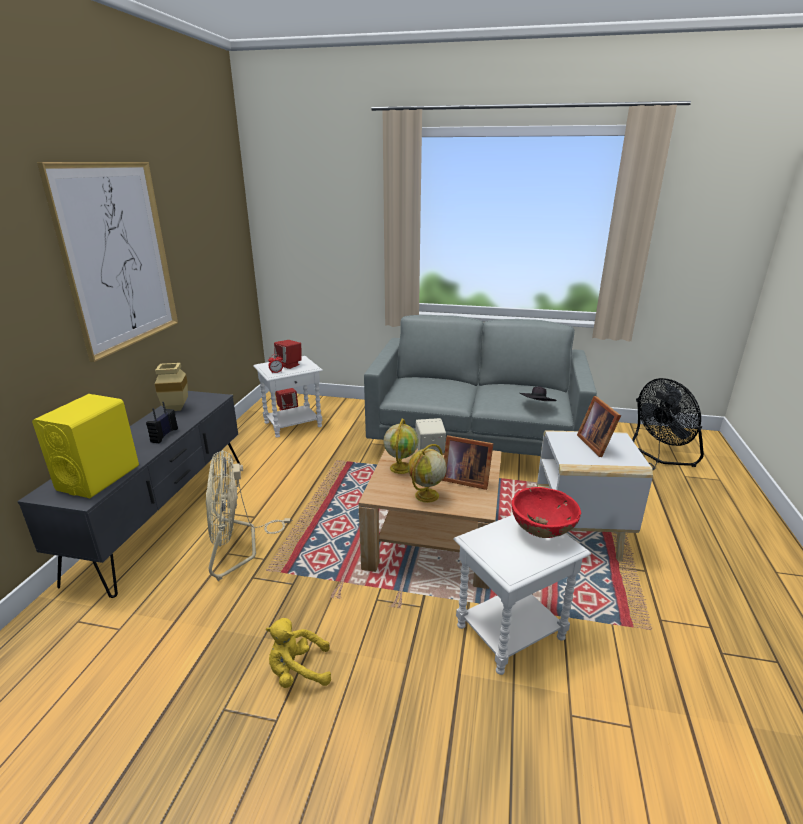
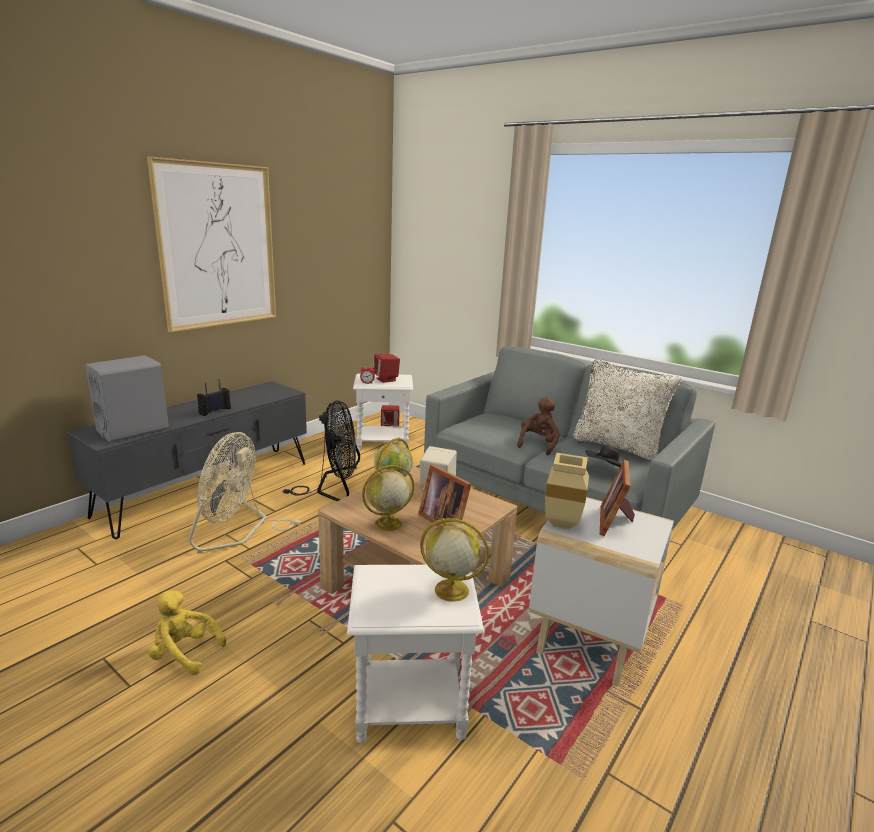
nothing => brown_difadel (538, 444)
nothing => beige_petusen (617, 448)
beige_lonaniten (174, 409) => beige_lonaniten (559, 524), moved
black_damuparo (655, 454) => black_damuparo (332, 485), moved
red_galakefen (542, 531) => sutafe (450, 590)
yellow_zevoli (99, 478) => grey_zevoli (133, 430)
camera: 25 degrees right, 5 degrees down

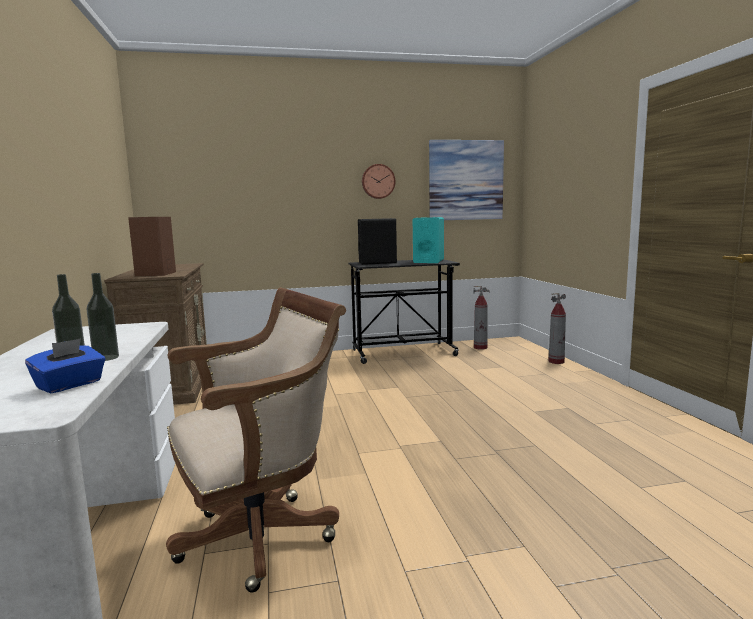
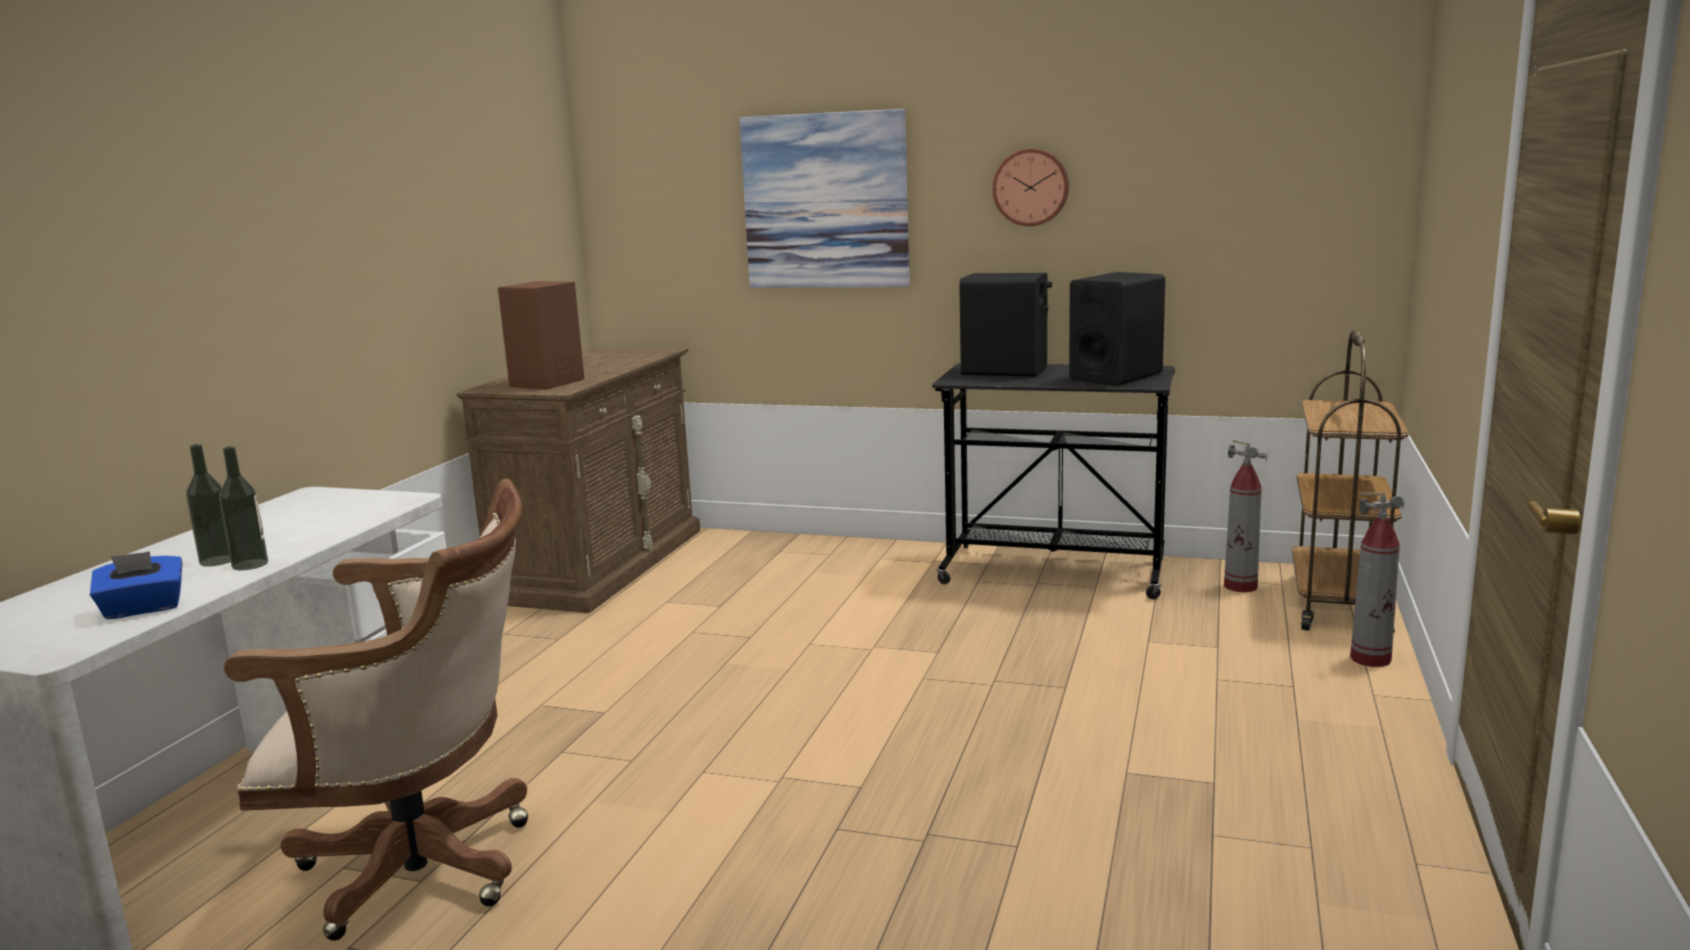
nothing => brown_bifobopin (1339, 603)
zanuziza (466, 180) => zanuziza (825, 201), moved
turquoise_zevoli (428, 261) => black_zevoli (1116, 376)
camera: 30 degrees right, 5 degrees up

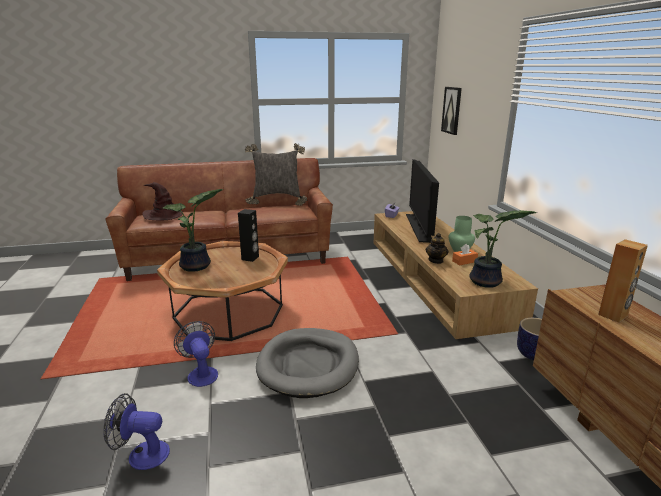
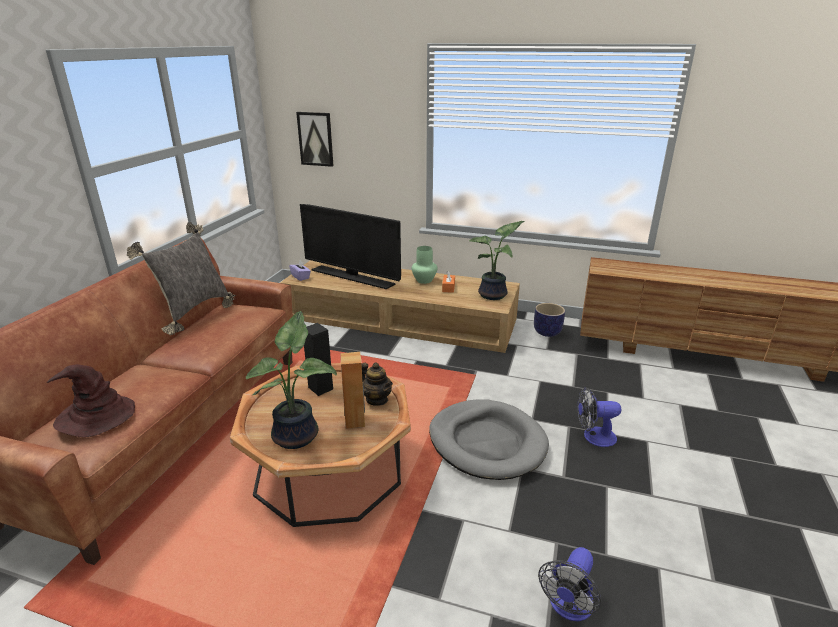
damuparo (201, 373) => damuparo (593, 437), moved
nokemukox (436, 260) => nokemukox (377, 399), moved
brown_zevoli (613, 315) => brown_zevoli (355, 421), moved
camera: 60 degrees left, 5 degrees up

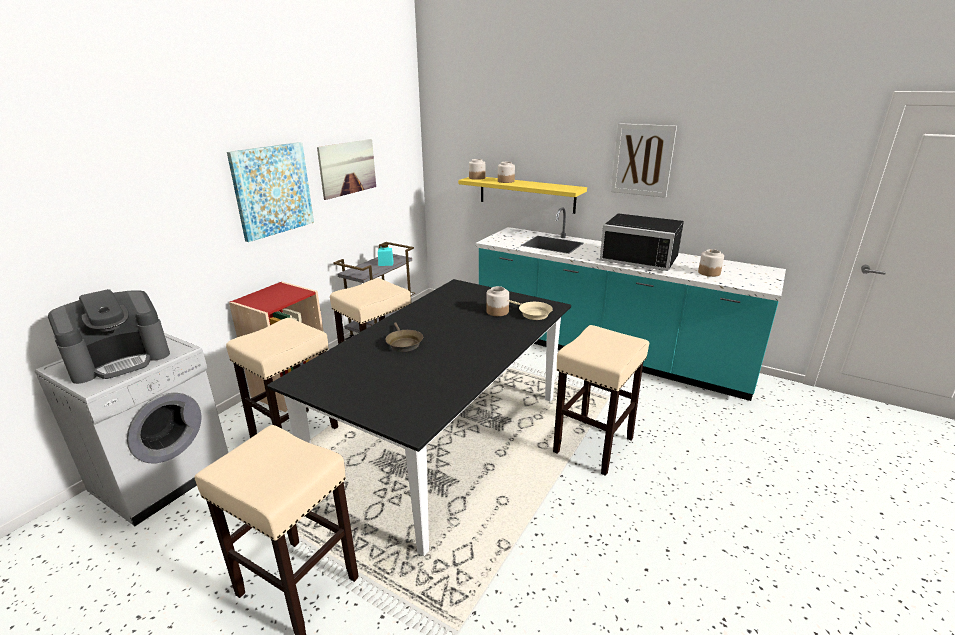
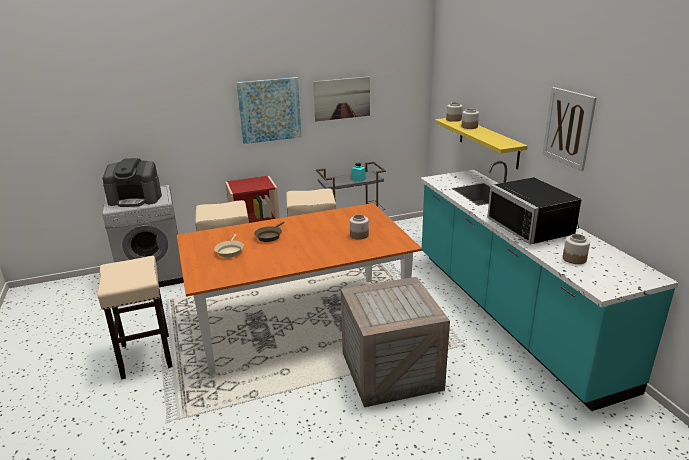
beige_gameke (532, 313) => beige_gameke (230, 251), moved
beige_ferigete (593, 446) => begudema (390, 372)
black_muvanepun (445, 441) => orange_muvanepun (300, 322)
camera: 40 degrees right, 0 degrees up

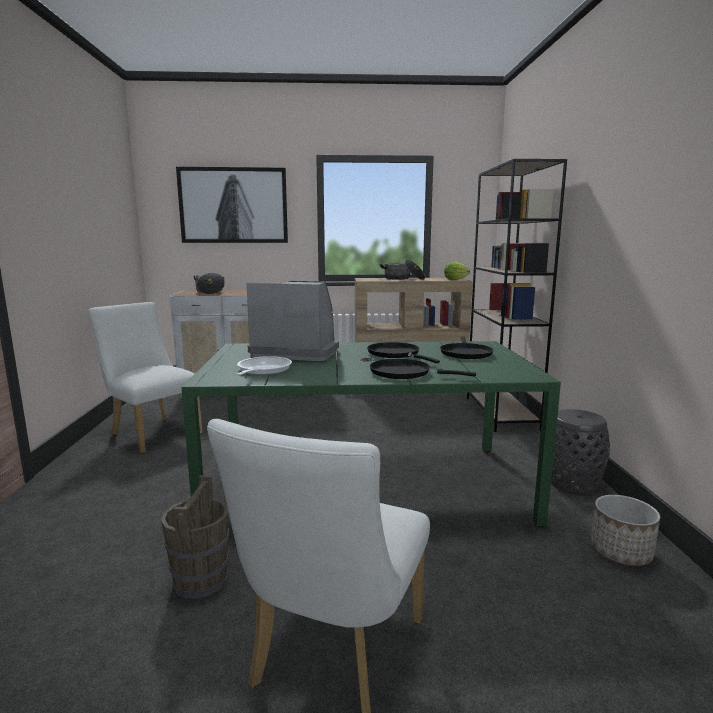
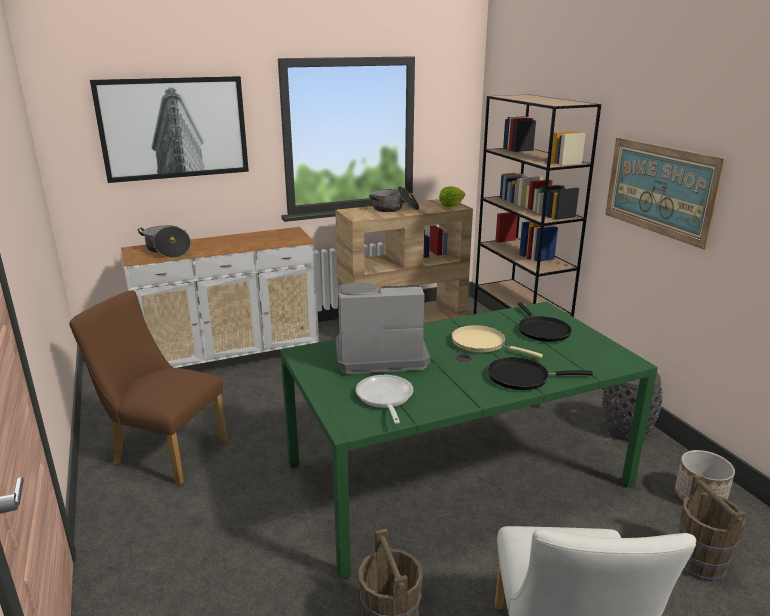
nothing => zanuziza (660, 189)
nothing => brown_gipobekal (700, 563)
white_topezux (152, 432) => brown_topezux (164, 451)
black_gameke (396, 354) => beige_gameke (482, 343)
camera: 20 degrees left, 10 degrees up

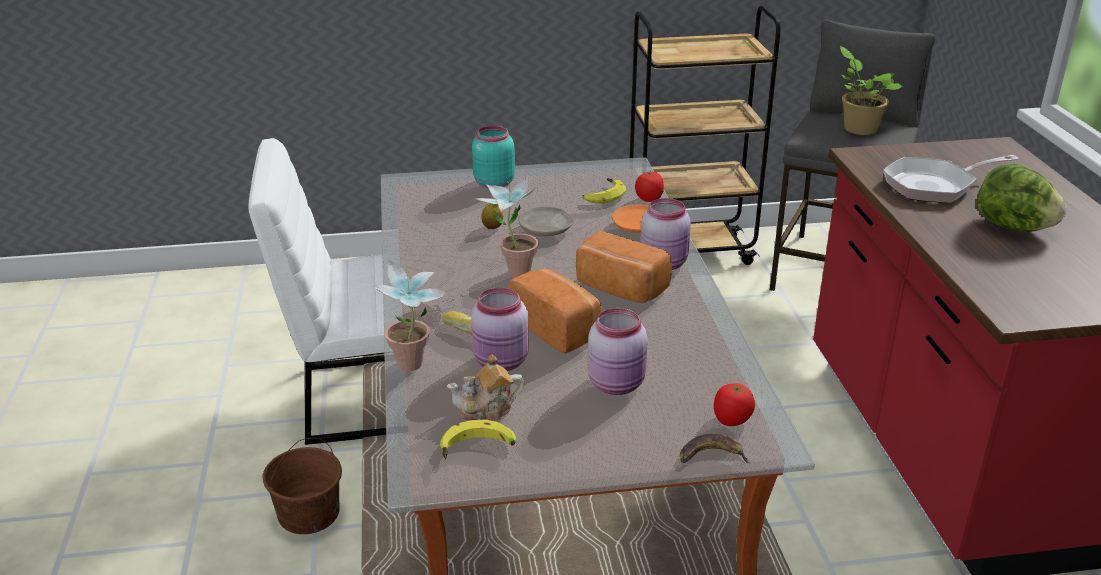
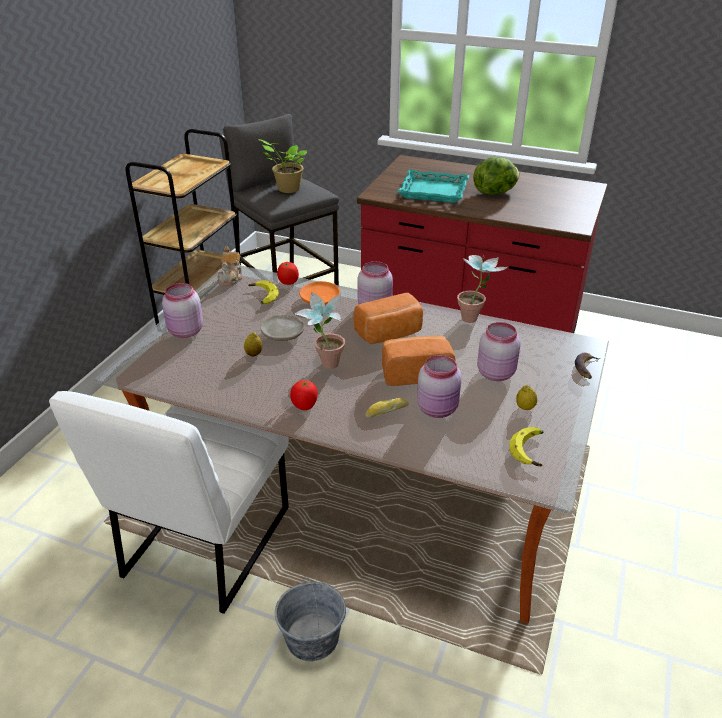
nothing => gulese (525, 407)
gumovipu (415, 368) => gumovipu (475, 318), moved
nokemukox (486, 409) => nokemukox (231, 278), moved
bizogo (731, 420) => bizogo (304, 405), moved
gameke (934, 186) => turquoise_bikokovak (433, 191)
brown_gipobekal (309, 513) => grey_gipobekal (312, 637)
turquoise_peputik (493, 183) => pink_peputik (185, 332)
camera: 60 degrees left, 5 degrees up

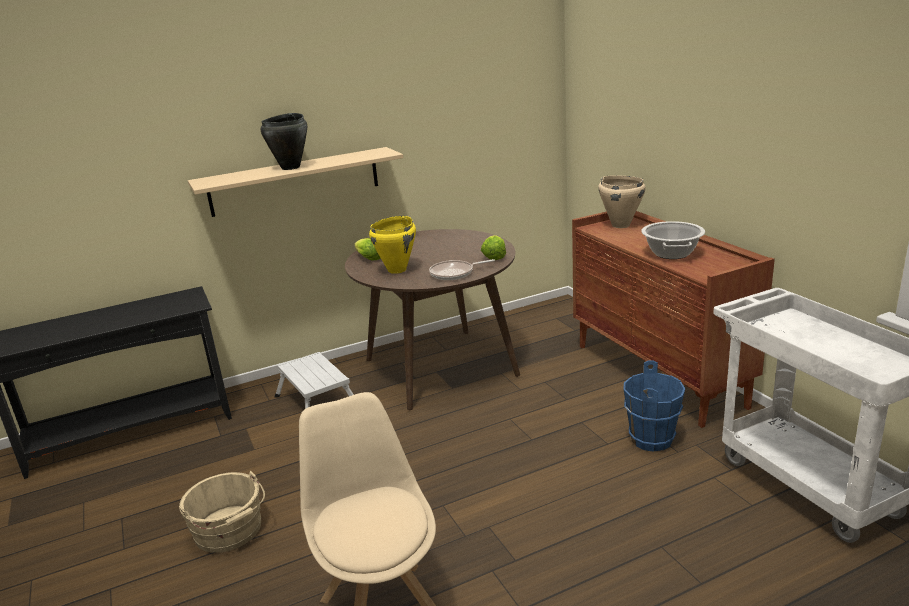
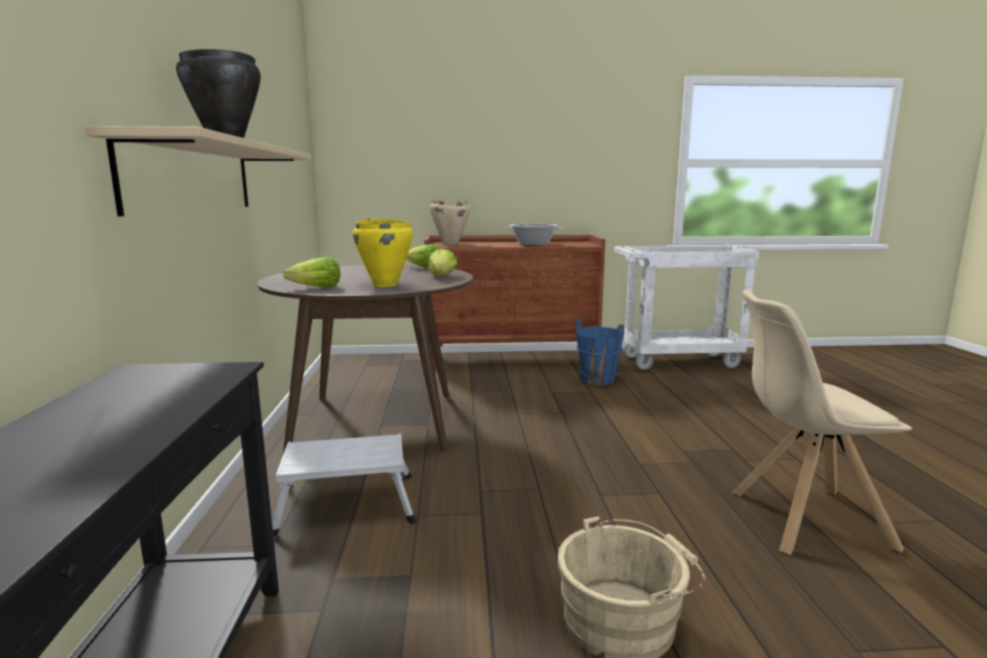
gameke (454, 273) => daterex (442, 276)
camera: 70 degrees left, 10 degrees down

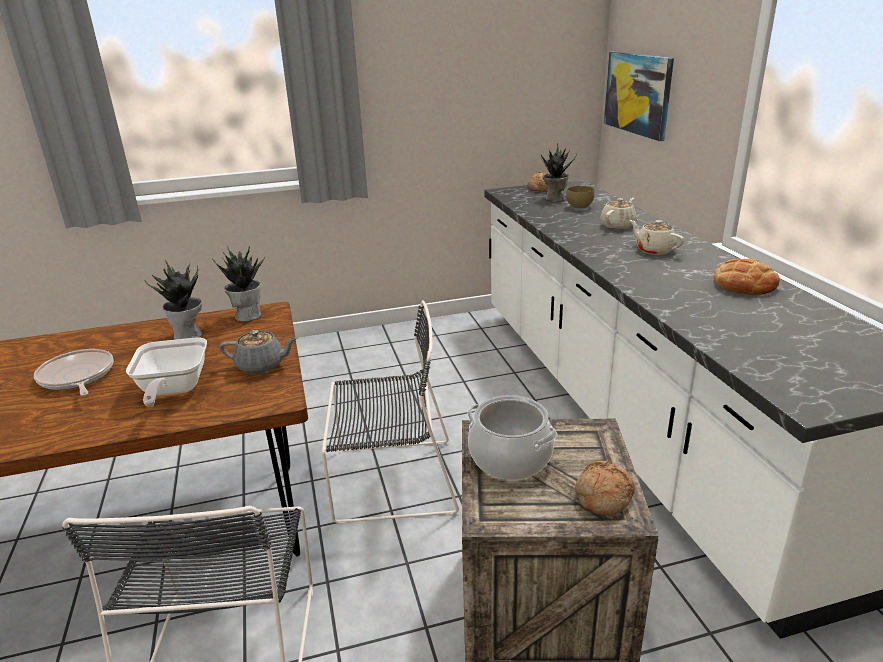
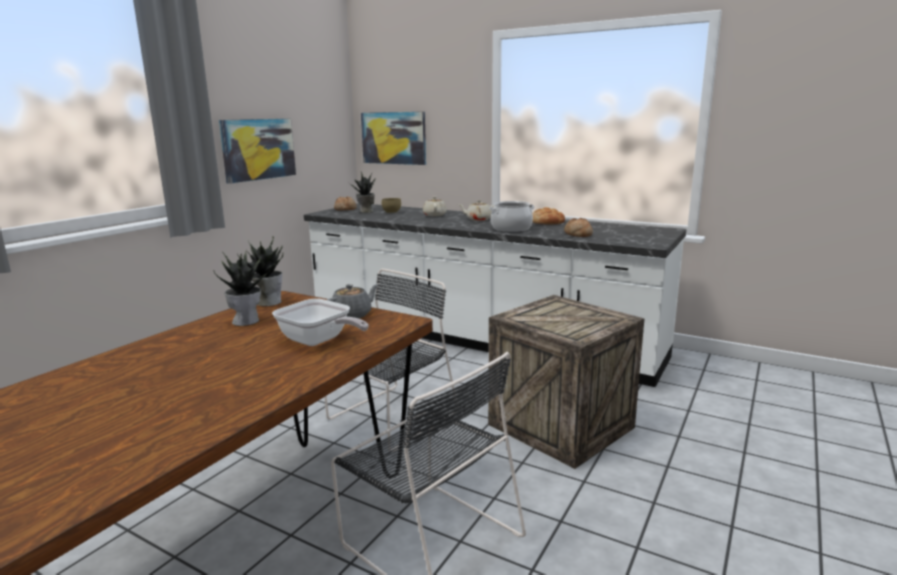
gameke (77, 377) => nothing
nothing => zanuziza (258, 149)
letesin (510, 458) => letesin (511, 229), moved
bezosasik (602, 496) => bezosasik (577, 234), moved
camera: 45 degrees left, 10 degrees down

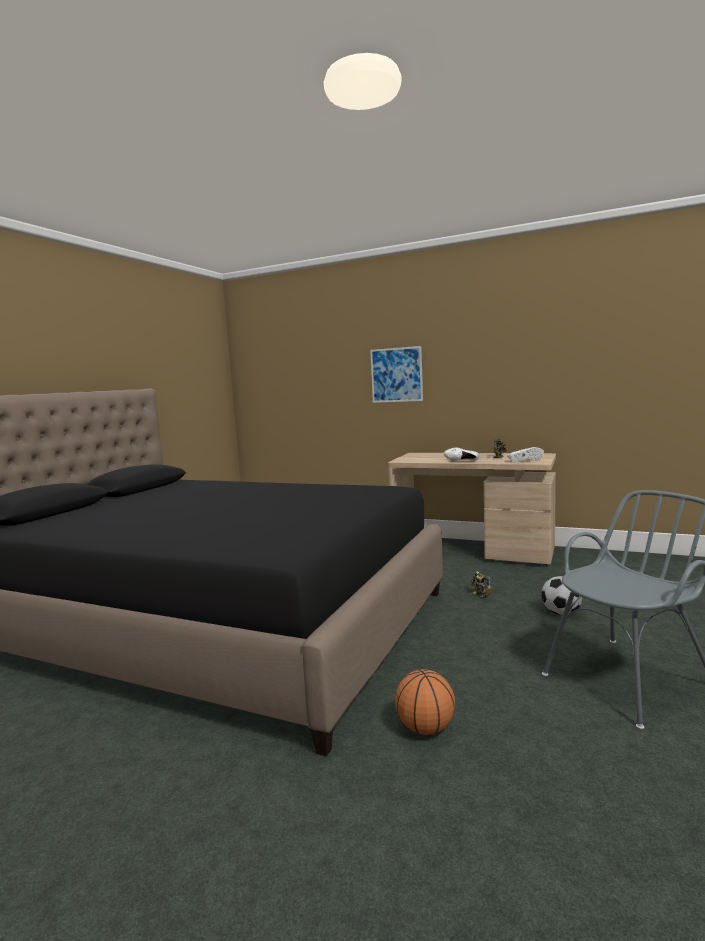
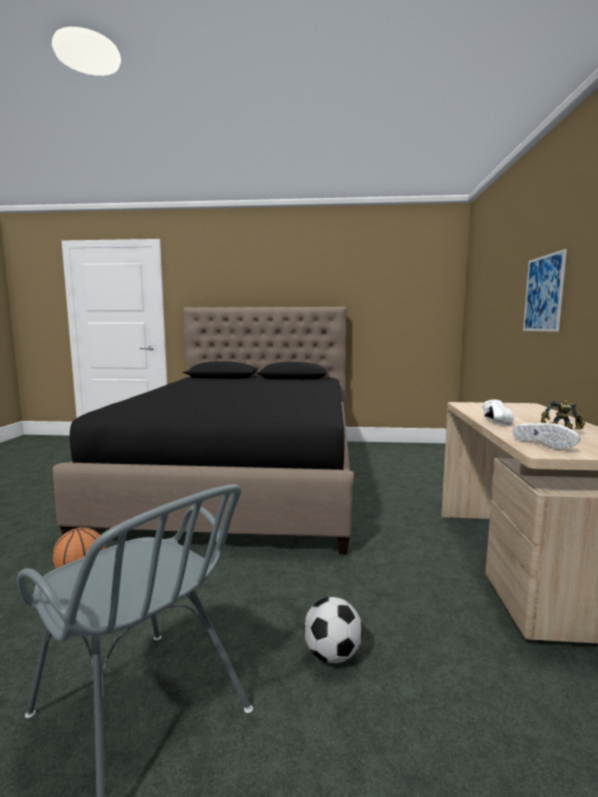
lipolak (480, 595) => nothing
camera: 70 degrees right, 0 degrees up

